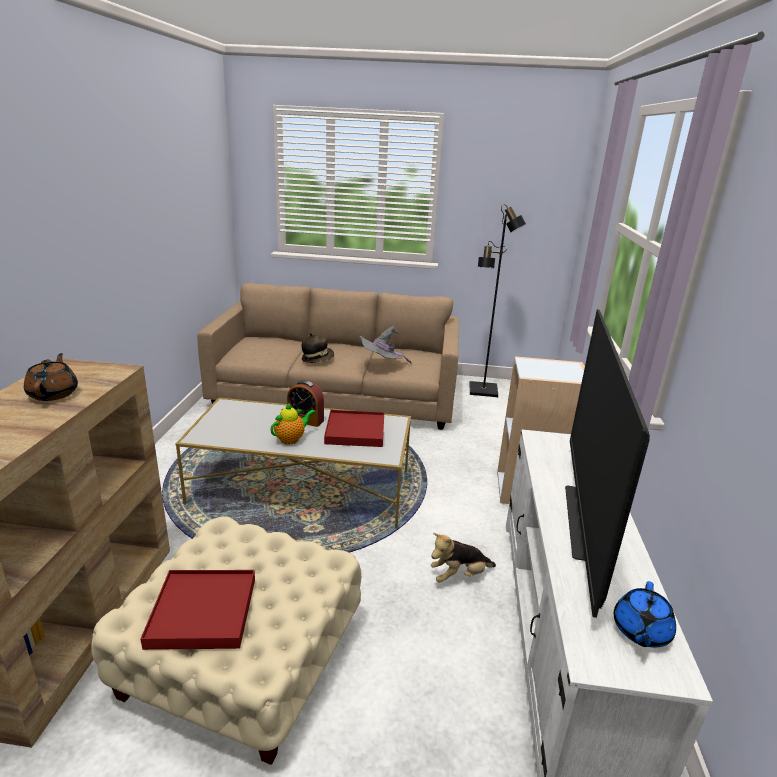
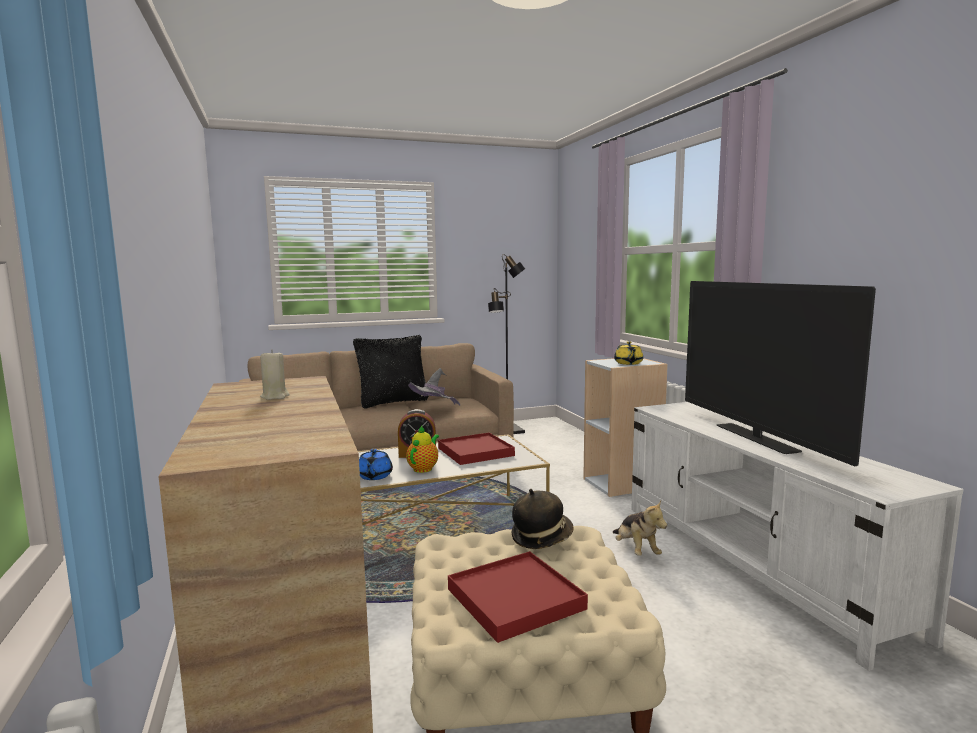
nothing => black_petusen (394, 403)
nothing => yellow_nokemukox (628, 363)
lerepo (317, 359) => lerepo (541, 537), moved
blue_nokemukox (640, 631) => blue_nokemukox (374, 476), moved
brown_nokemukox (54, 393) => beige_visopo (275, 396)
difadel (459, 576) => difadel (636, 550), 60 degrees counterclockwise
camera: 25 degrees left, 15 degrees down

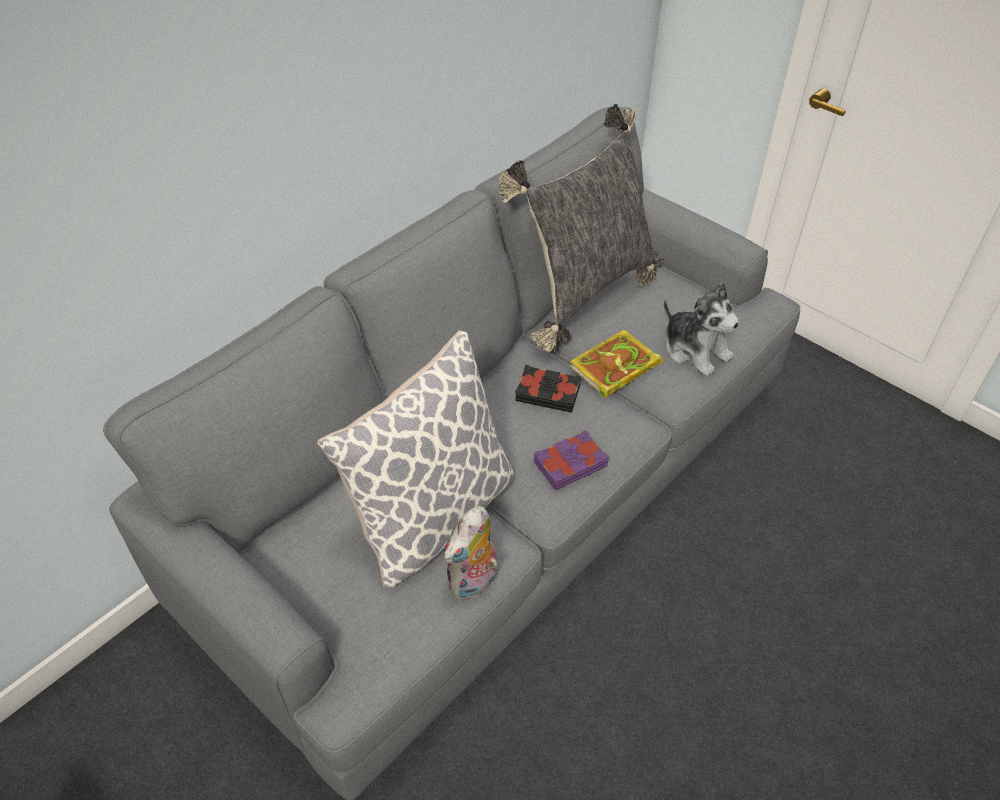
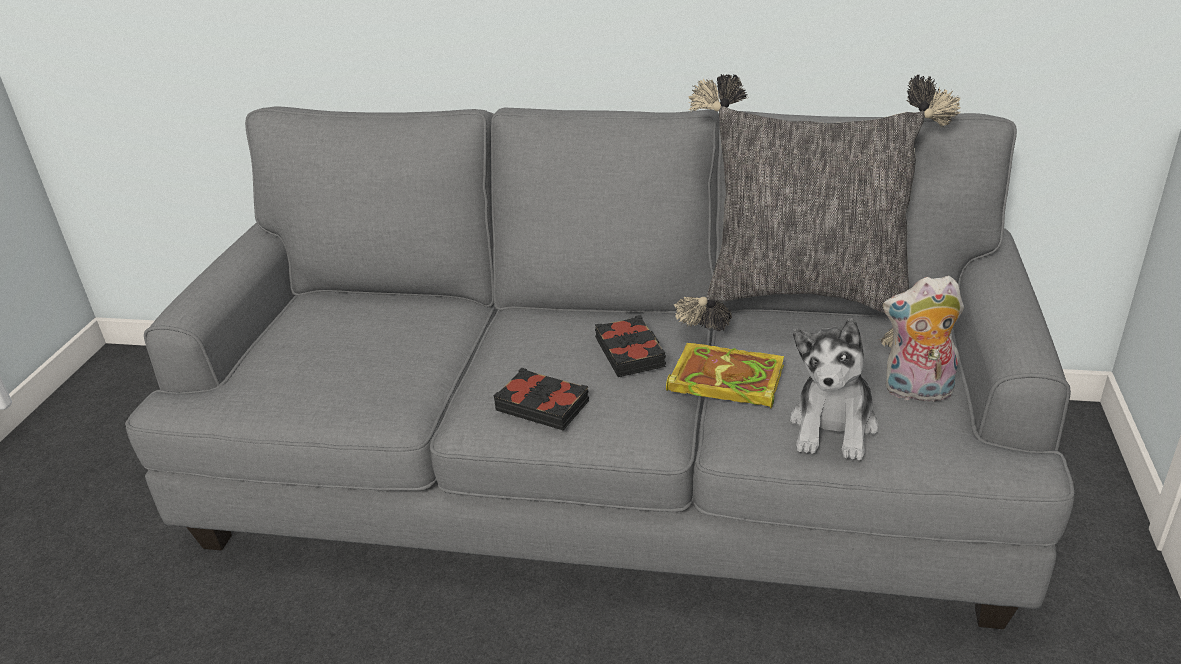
petusen (432, 515) => nothing
difadel (474, 583) => difadel (917, 392), moved
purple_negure (569, 463) => black_negure (543, 405)
camera: 60 degrees right, 15 degrees down

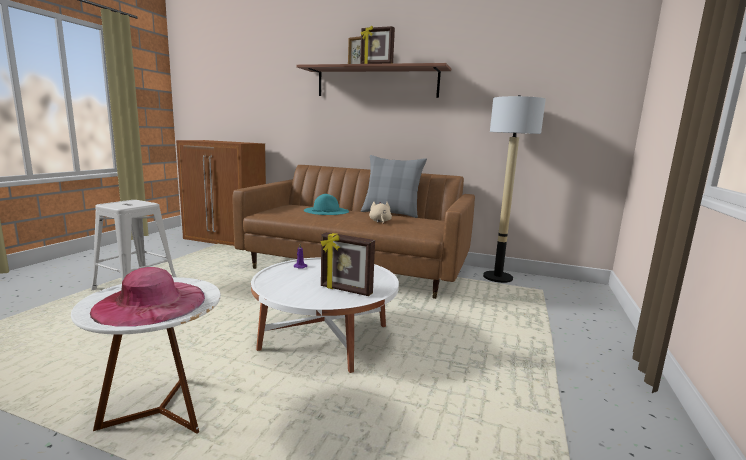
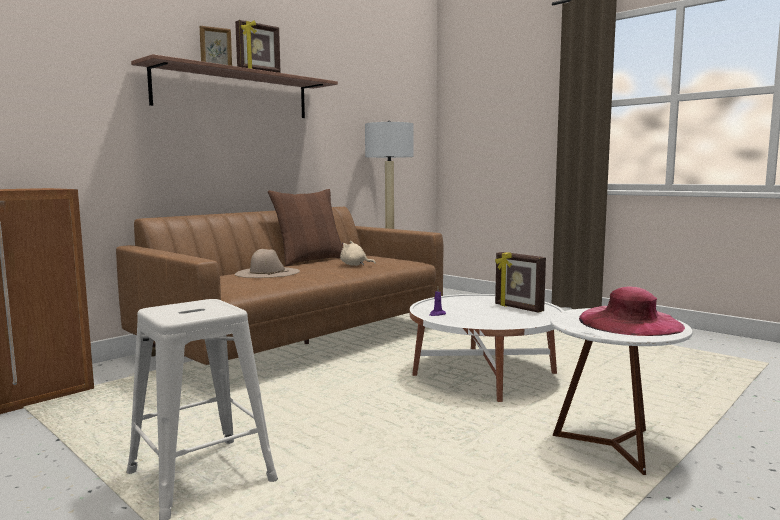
turquoise_lerepo (326, 210) => beige_lerepo (267, 272)
grey_petusen (391, 213) => brown_petusen (310, 261)
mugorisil (345, 290) => mugorisil (518, 308), 90 degrees clockwise
camera: 65 degrees left, 5 degrees down

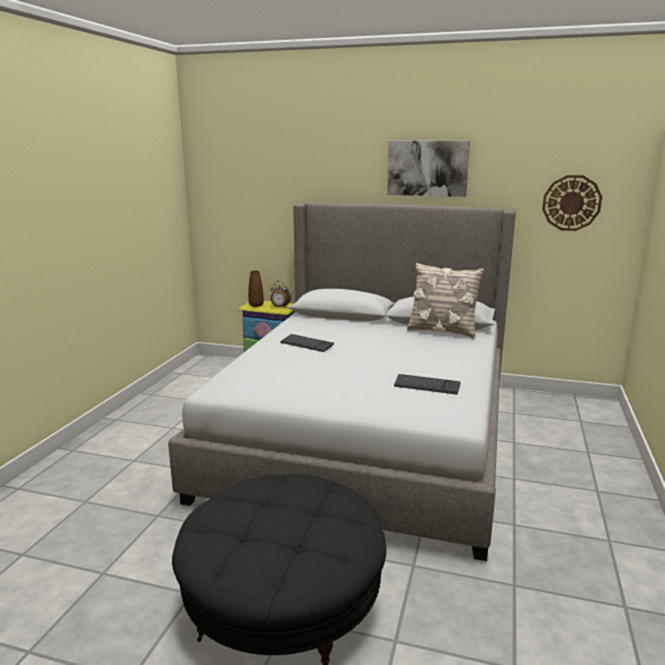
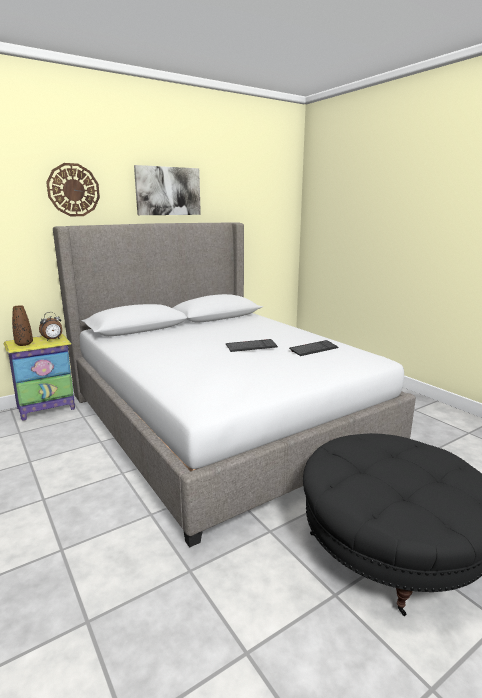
beige_petusen (442, 332) => nothing
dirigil (307, 344) => dirigil (251, 347), moved
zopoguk (571, 203) => zopoguk (73, 190), moved
camera: 50 degrees left, 0 degrees up

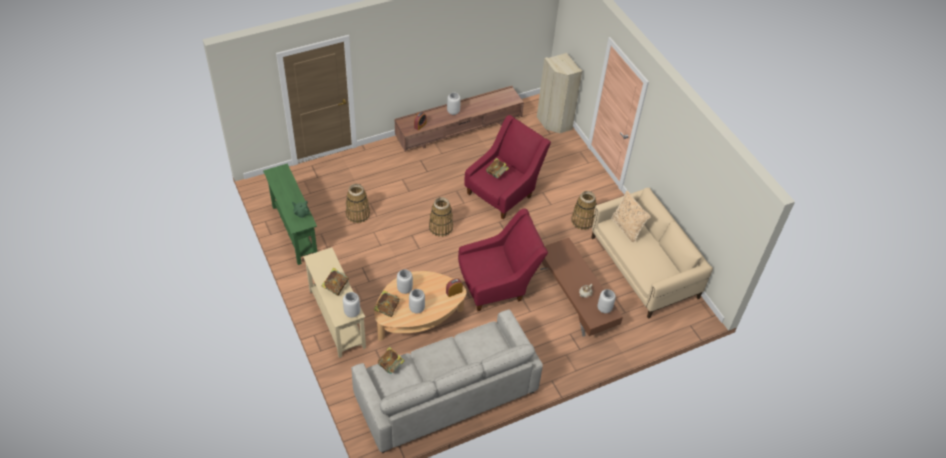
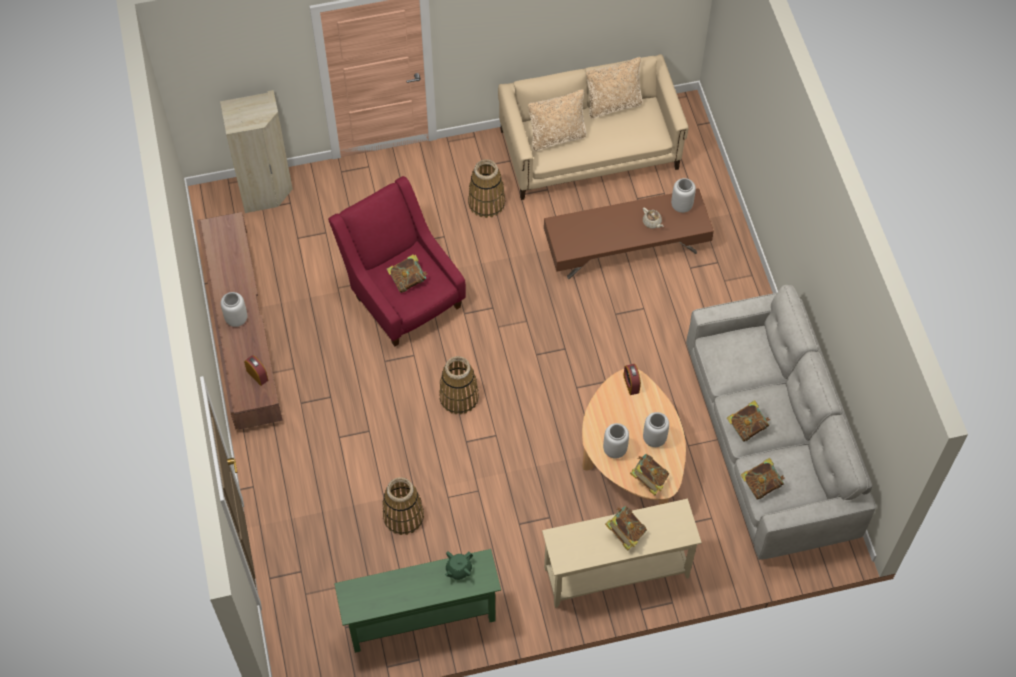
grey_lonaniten (352, 312) => nothing
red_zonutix (497, 284) => nothing
nothing => beige_petusen (614, 106)
nothing => negure (746, 427)
camera: 75 degrees left, 10 degrees up

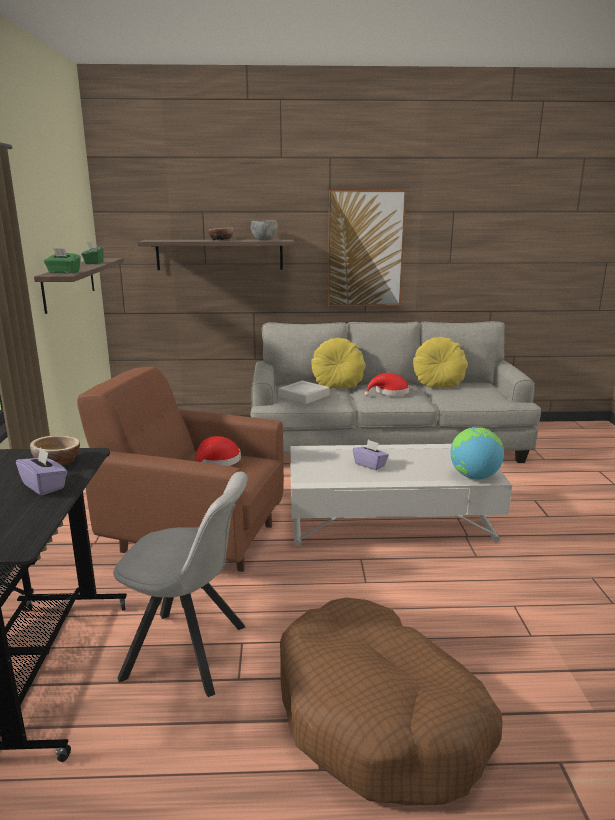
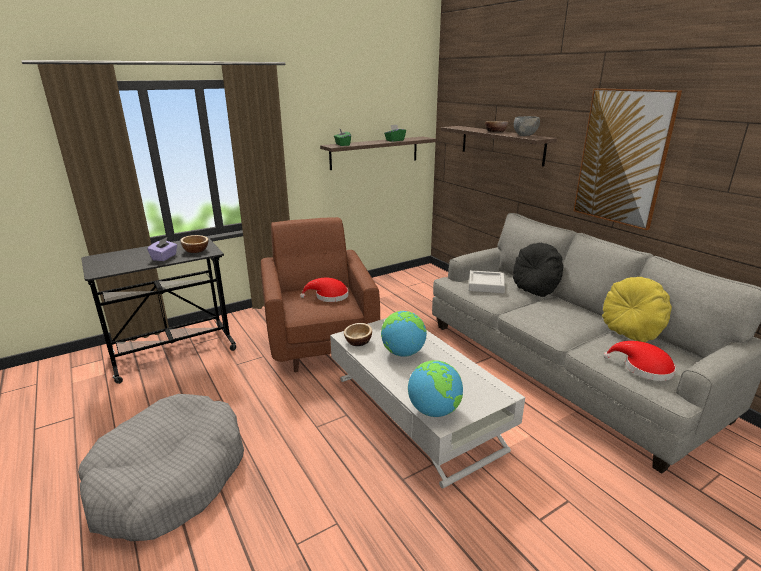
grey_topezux (189, 652) => nothing
nothing => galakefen (358, 341)
red_lerepo (389, 392) => red_lerepo (643, 368), moved
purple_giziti (370, 465) => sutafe (403, 353)
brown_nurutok (379, 717) => grey_nurutok (169, 478)
yellow_petusen (338, 387) => black_petusen (534, 291)
camera: 60 degrees right, 5 degrees up

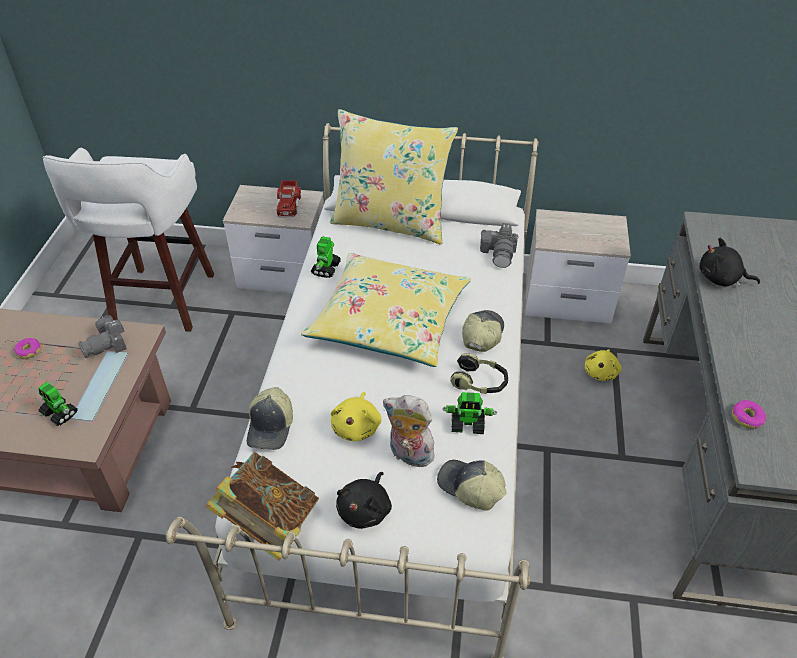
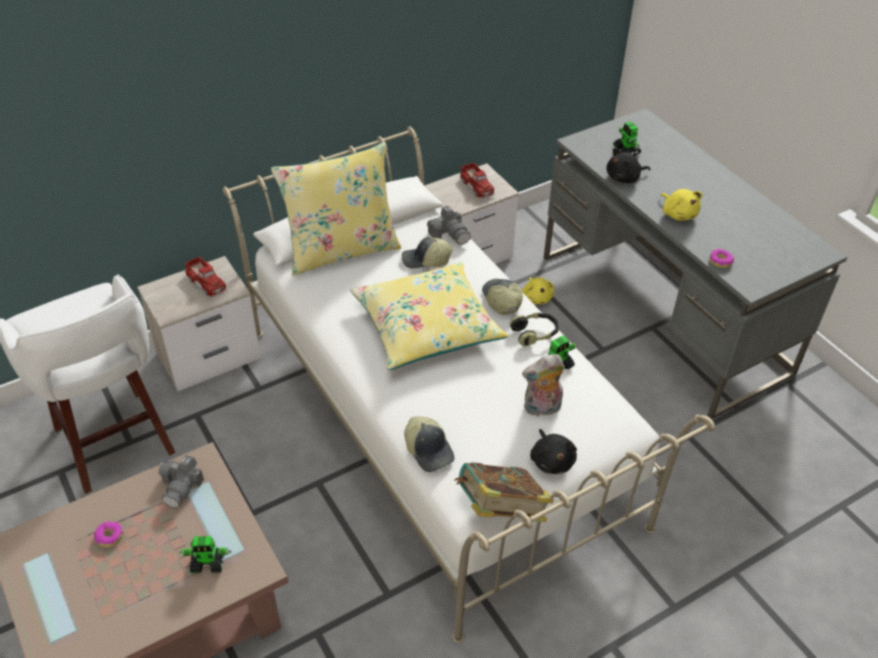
nothing => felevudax (477, 186)
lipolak (326, 269) => lipolak (626, 150), moved
yellow_difadel (357, 426) => yellow_difadel (678, 214), moved
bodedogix (470, 488) => bodedogix (426, 260), moved
camera: 40 degrees left, 0 degrees up

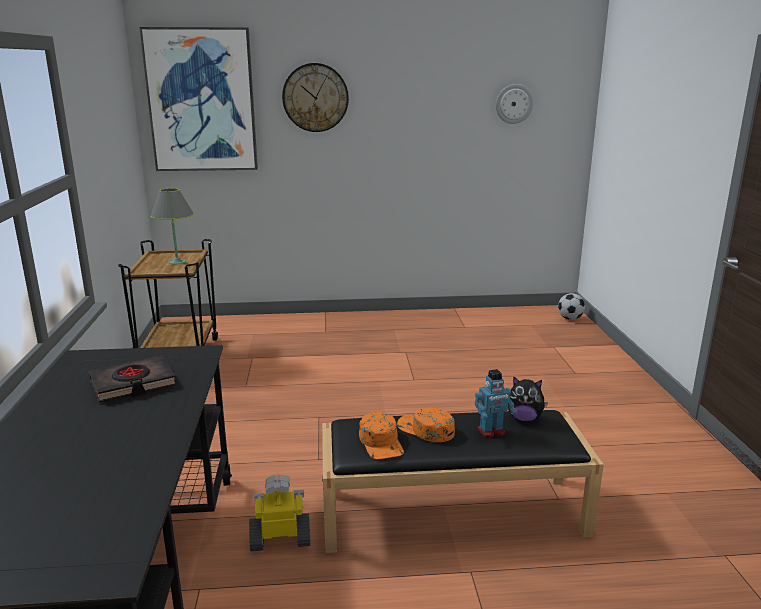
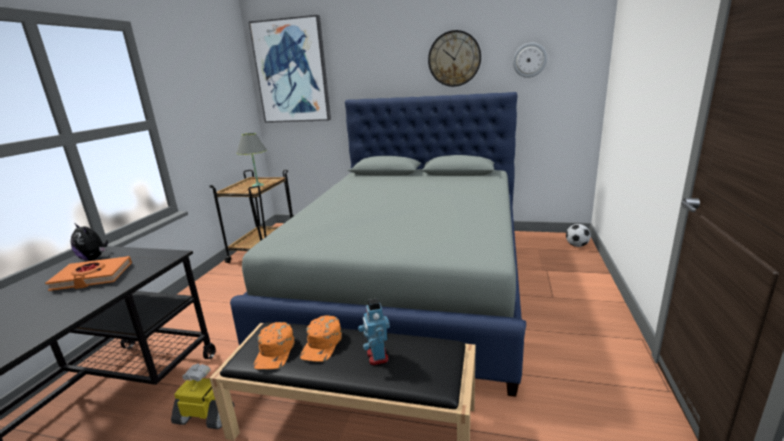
nothing => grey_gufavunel (410, 281)
zopoguk (315, 97) => zopoguk (454, 59), moved
difadel (524, 418) => difadel (94, 258), moved
black_negure (133, 384) => orange_negure (92, 277)
orange_bodedogix (425, 430) => orange_bodedogix (322, 344), 135 degrees counterclockwise
lipolak (491, 432) => lipolak (377, 357), 75 degrees clockwise
camera: 20 degrees right, 0 degrees up

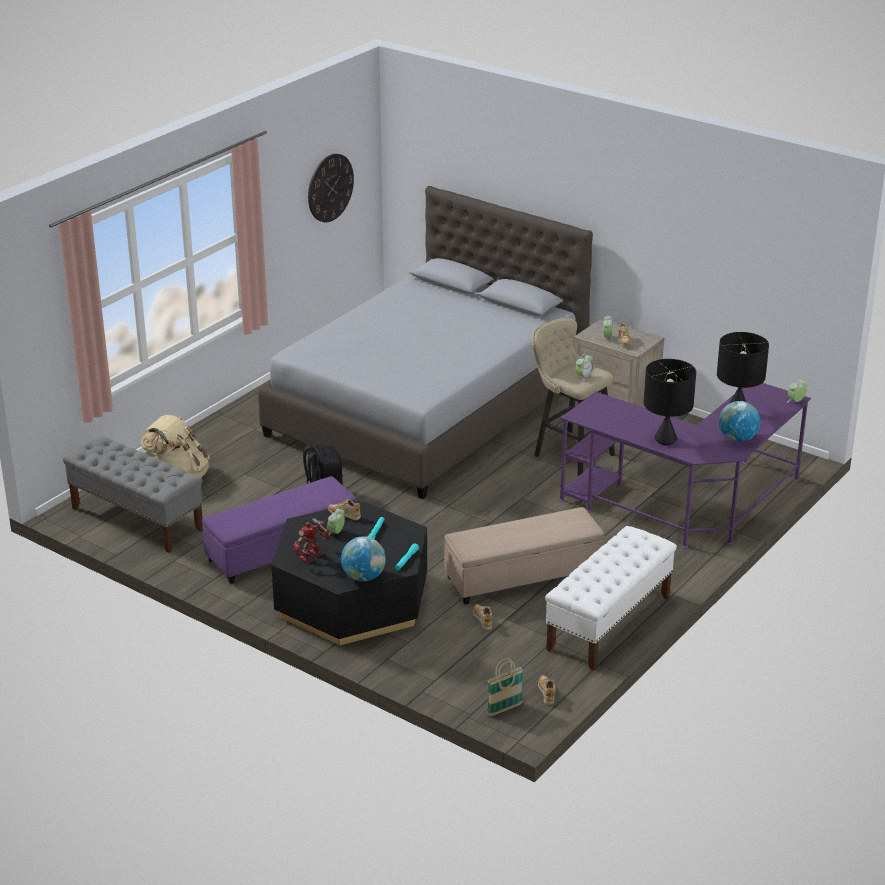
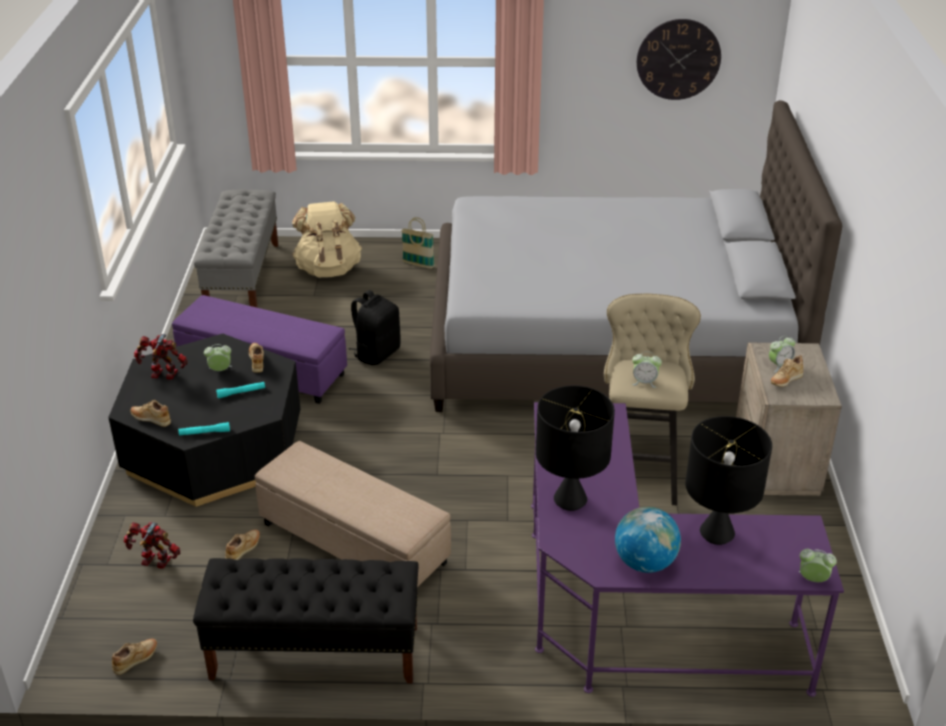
nothing => lipolak (155, 562)
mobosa (504, 709) => mobosa (418, 265), moved
sutafe (363, 577) => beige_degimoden (151, 420)
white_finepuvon (609, 624) => black_finepuvon (314, 652)
camera: 55 degrees right, 5 degrees up

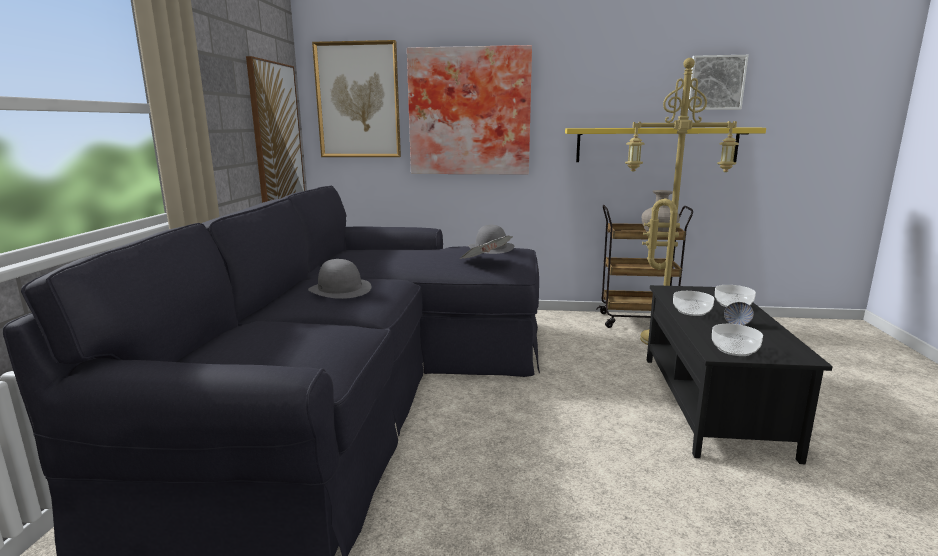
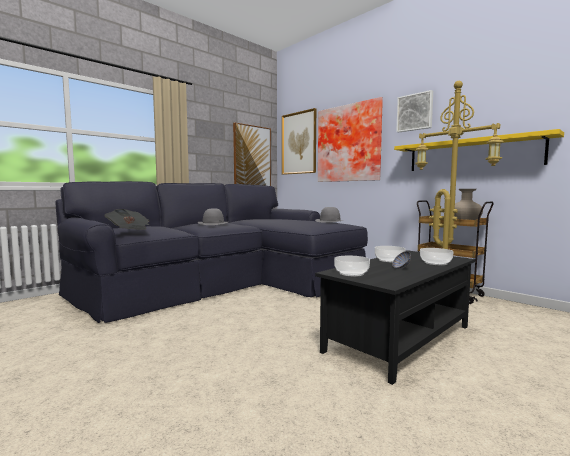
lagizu (485, 262) => lagizu (130, 232), moved
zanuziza (716, 83) => zanuziza (415, 112), moved
camera: 40 degrees right, 10 degrees down

